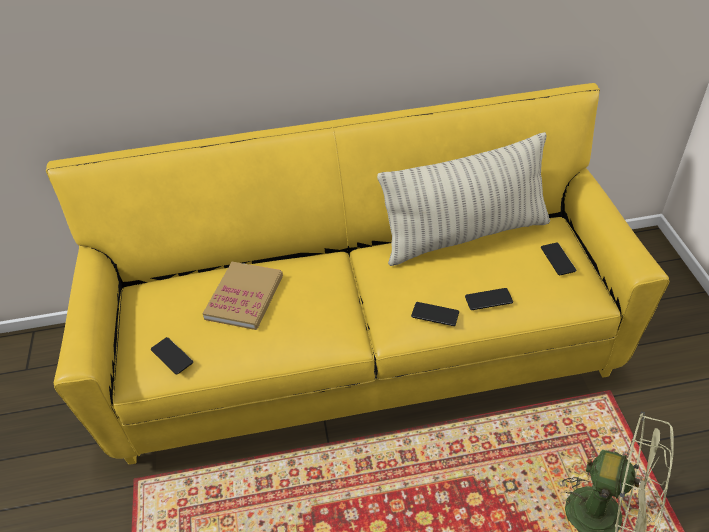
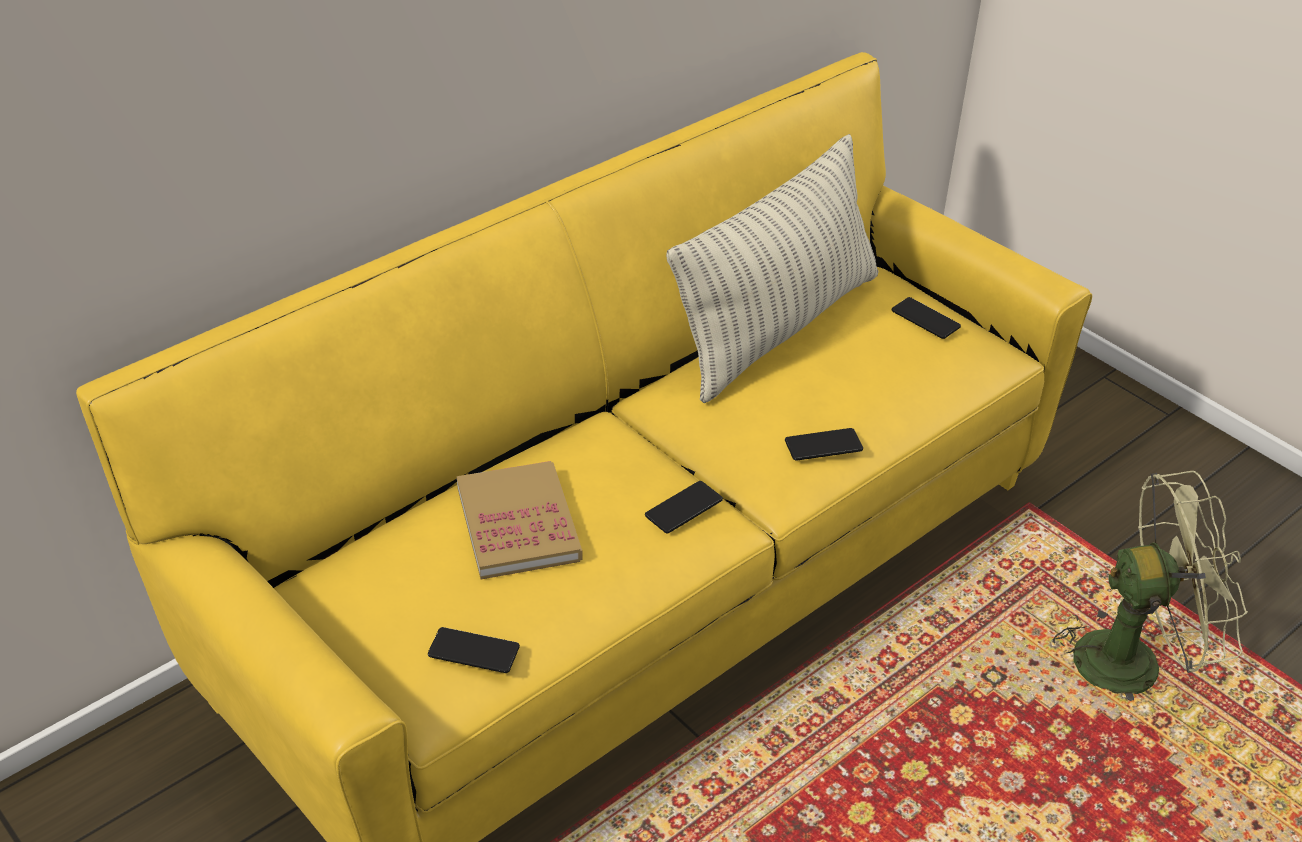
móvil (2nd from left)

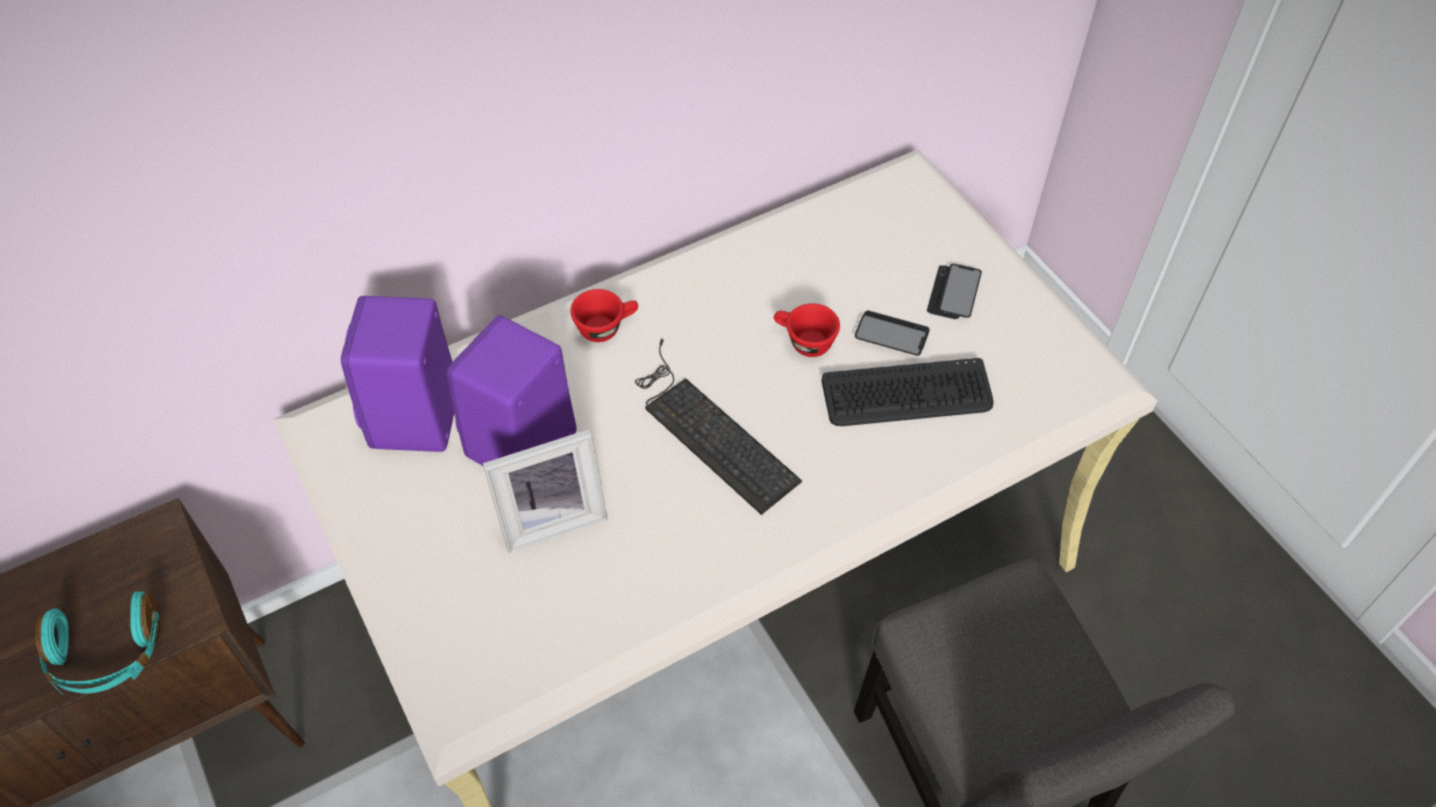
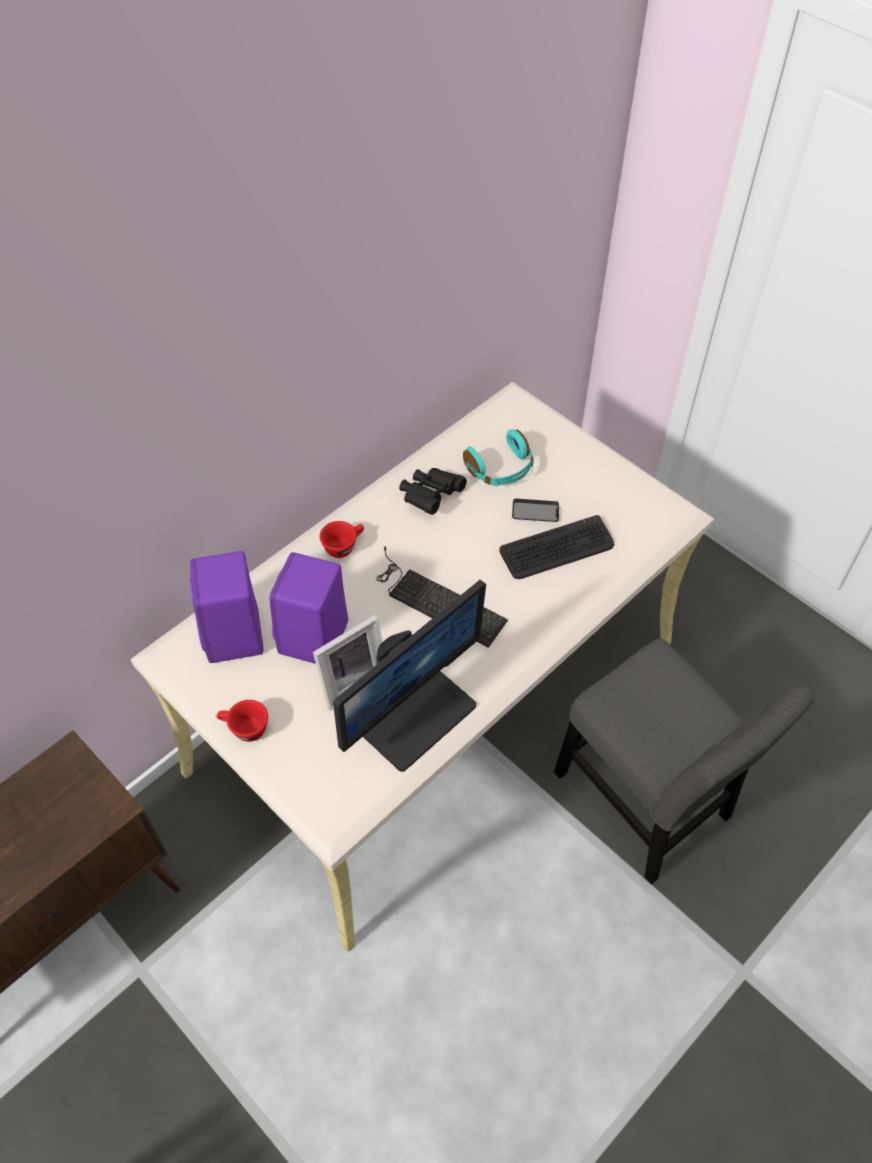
auriculares [turquesa]
taza [rojo] (1st from left)
móvil (2nd from left in the first image)
monitor
prismáticos [negro]

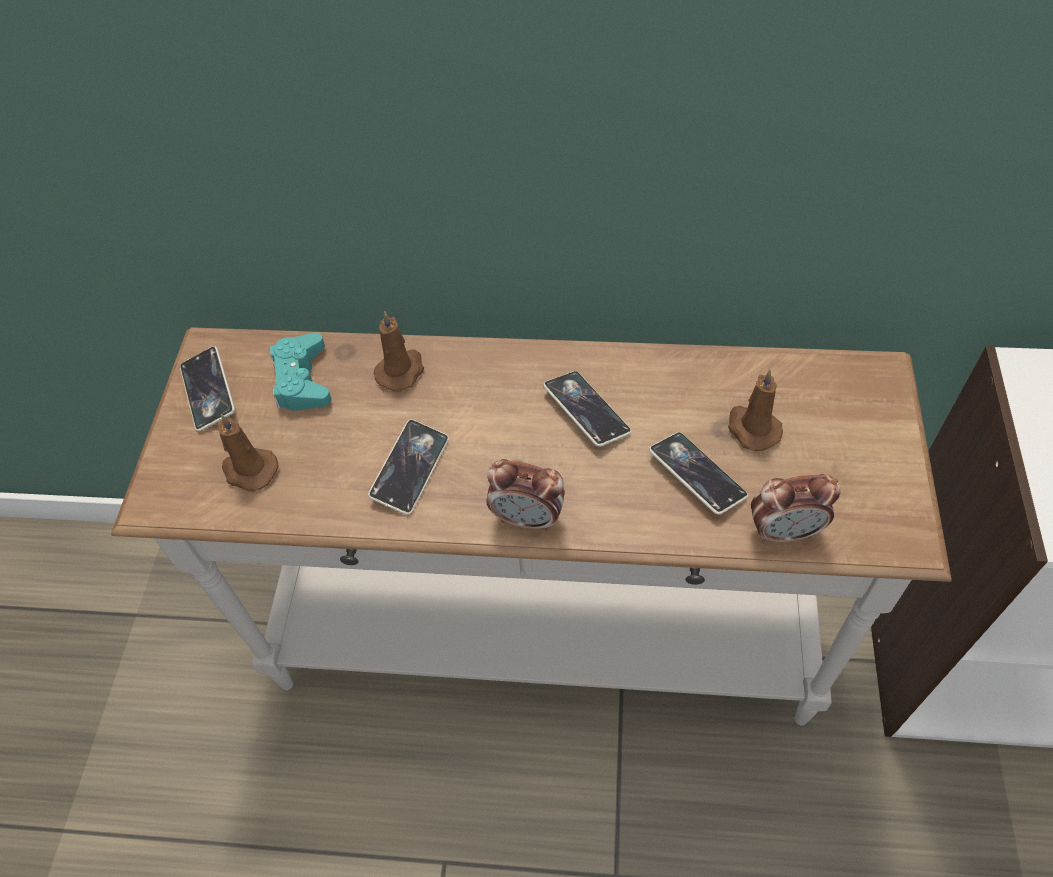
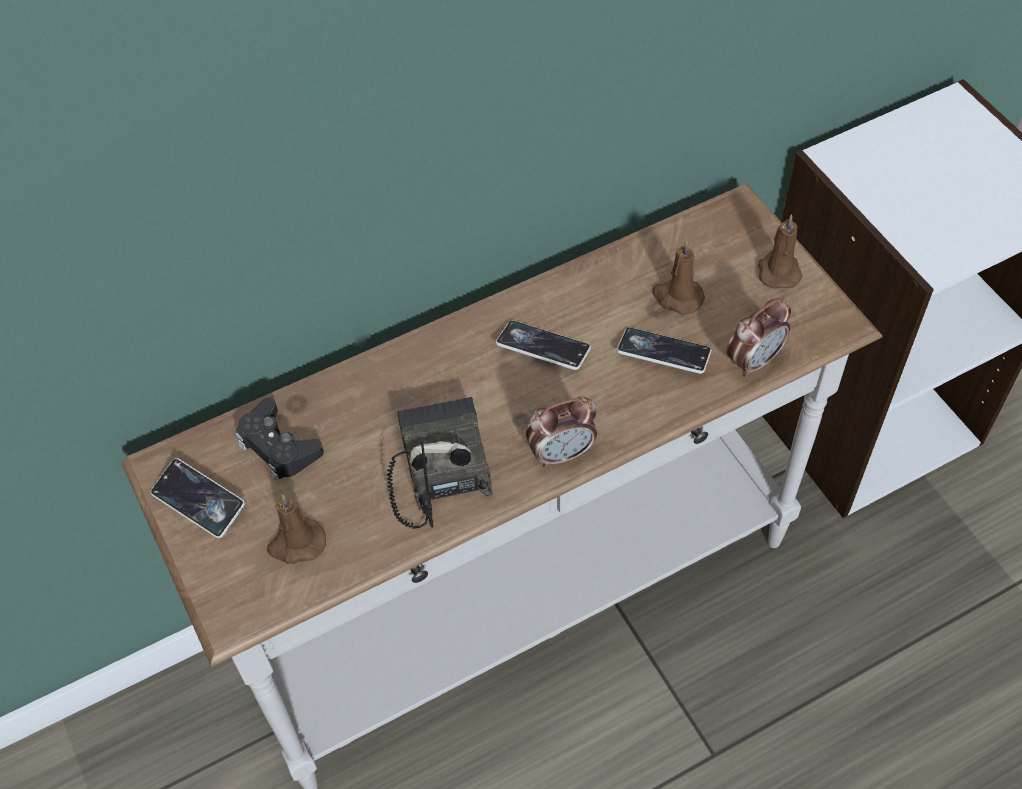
mando de consola [negro]
radio
vela [marrón] (3rd from left)

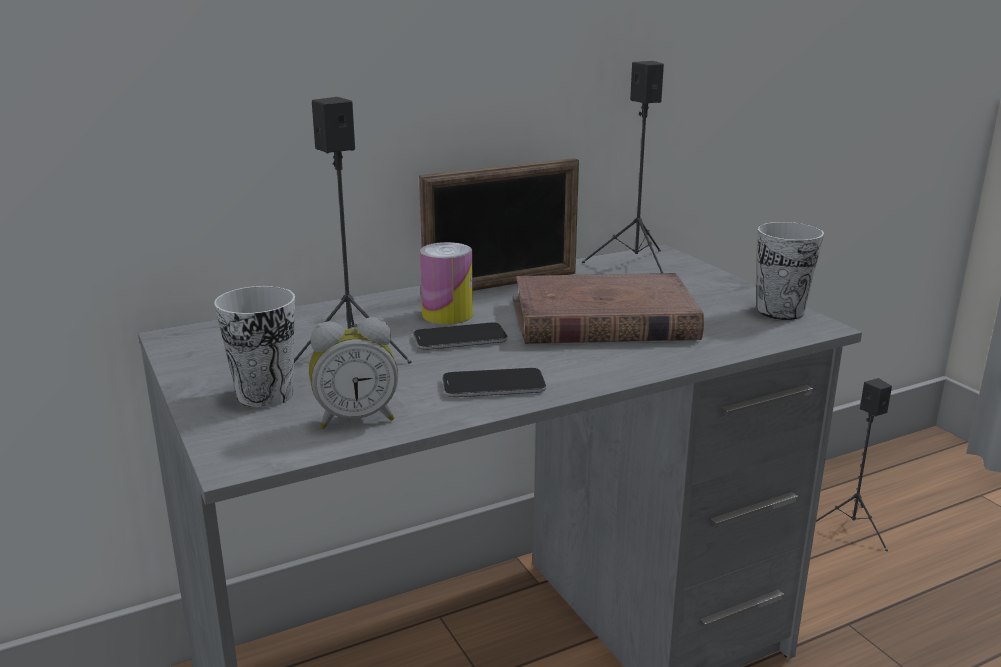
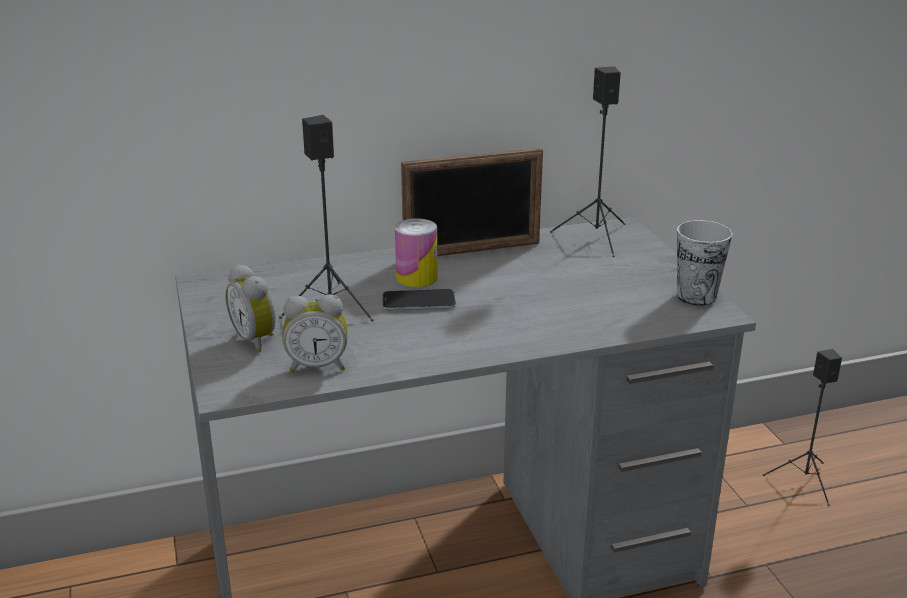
despertador (1st from left)
móvil (2nd from left in the first image)
libro [marrón]

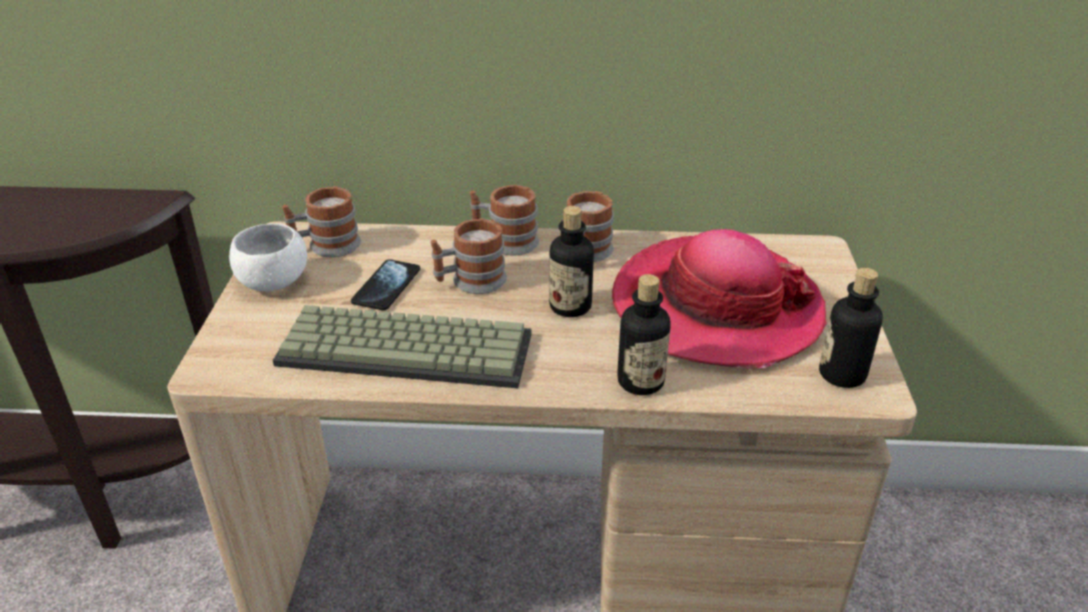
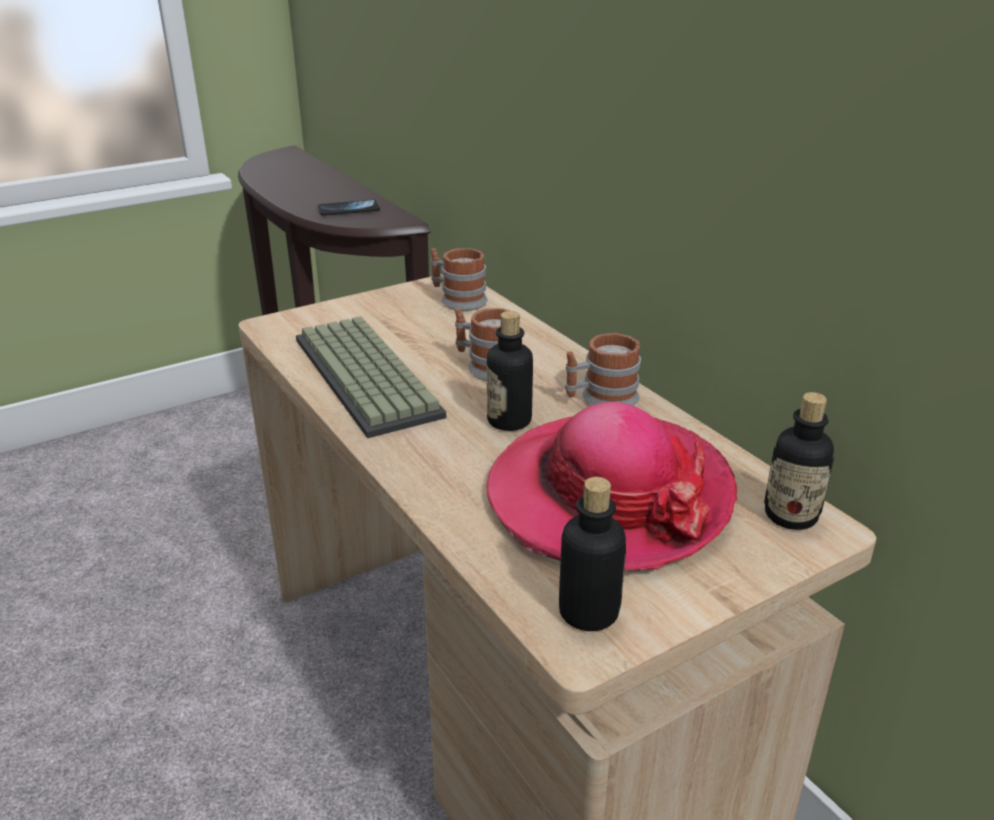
cuenco [blanco]
móvil
taza grande (3rd from left in the first image)
botella (3rd from left)

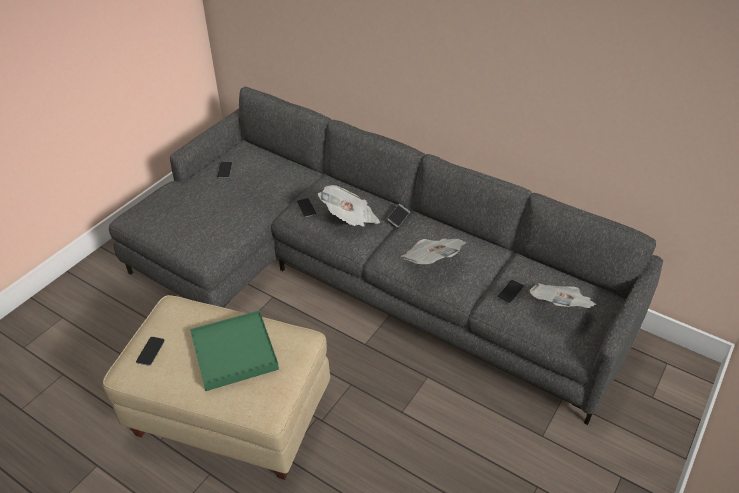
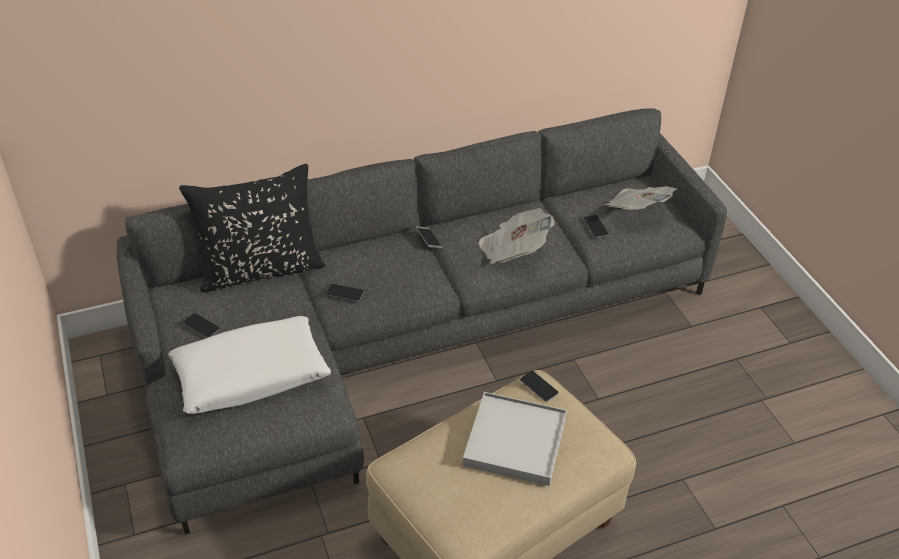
móvil (4th from left)
bandeja [blanco]
periódico (1st from left in the first image)
cojín [blanco]
cojín [negro]

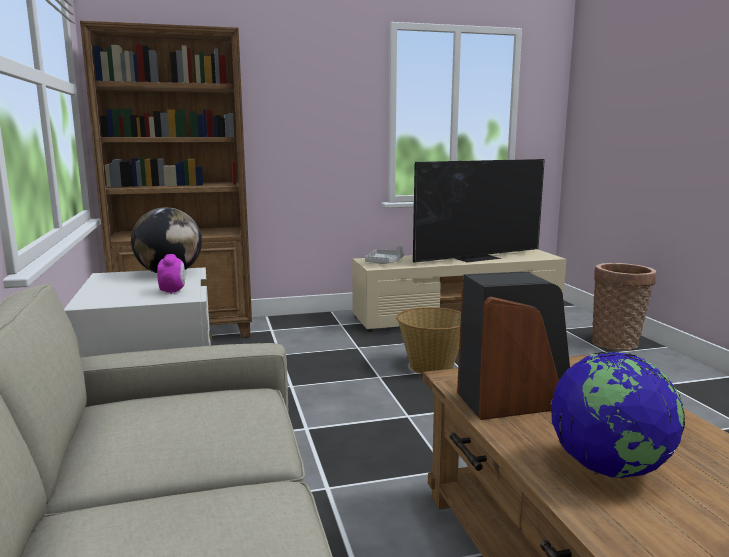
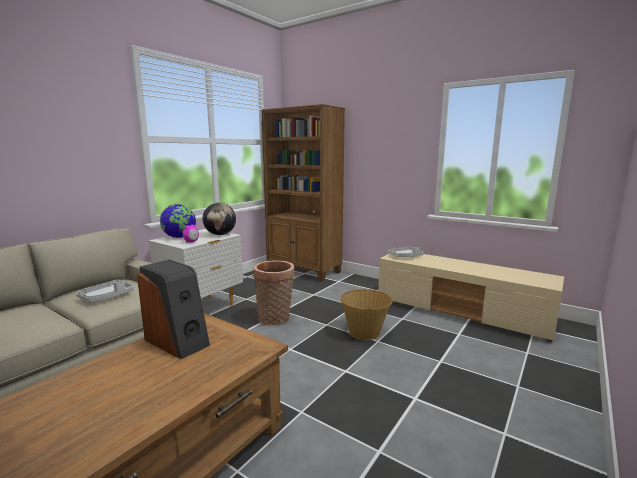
televisor
globo terráqueo (1st from left)
cesta (1st from left)
bandeja [gris] (1st from left)

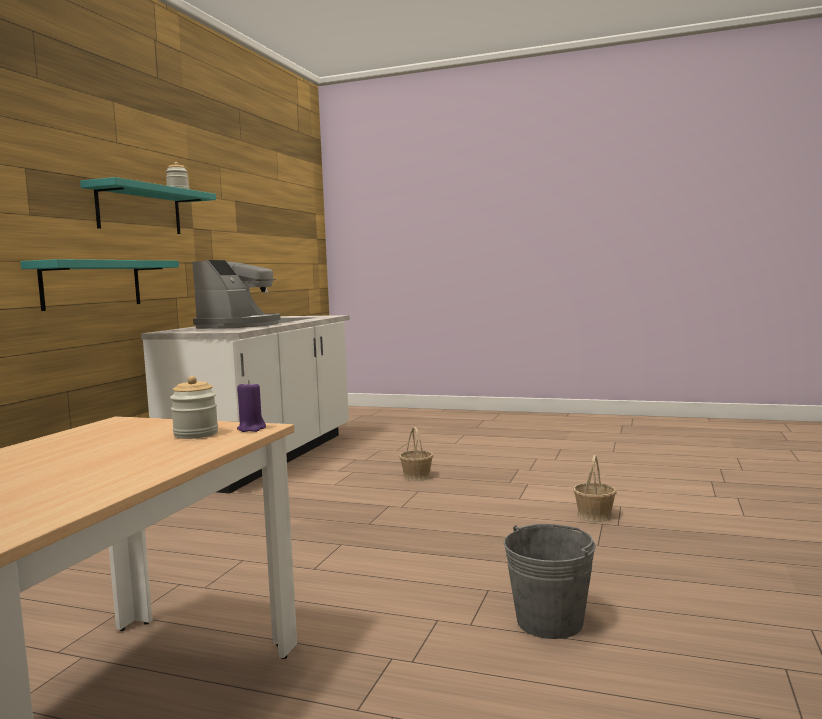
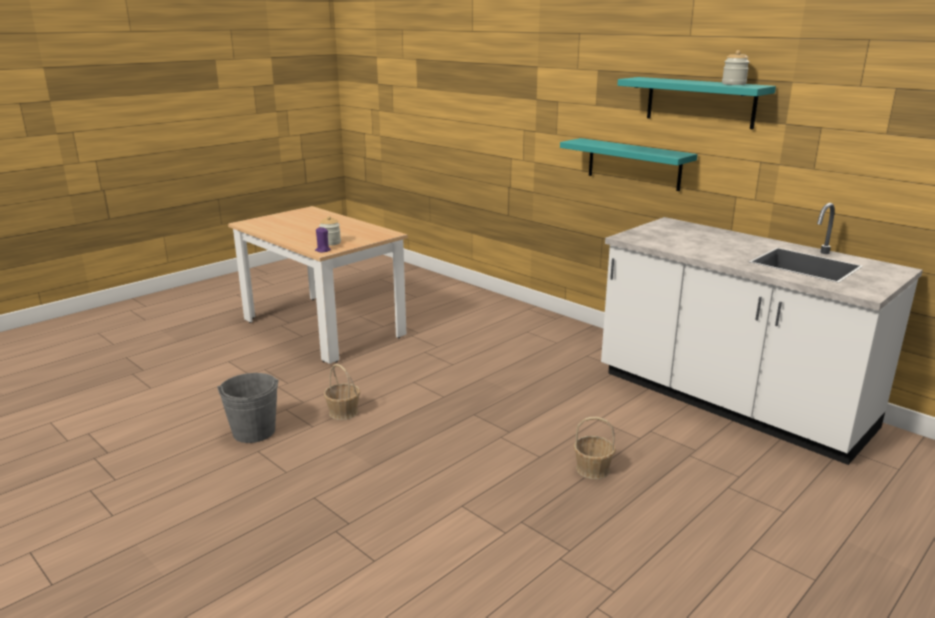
cafetera
cesta (1st from left)

